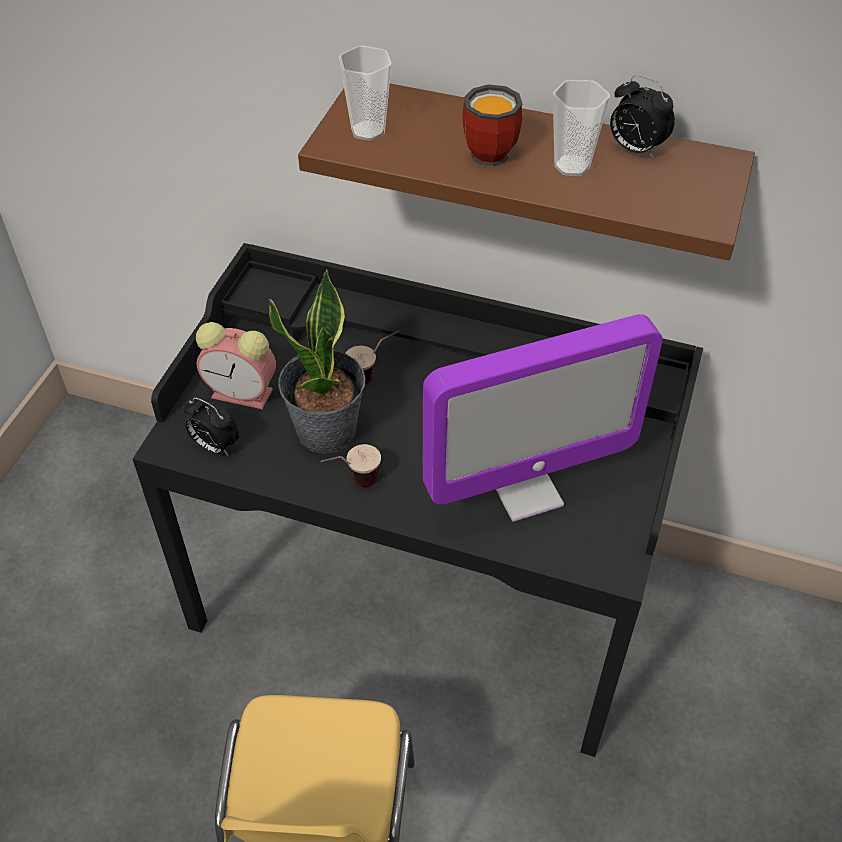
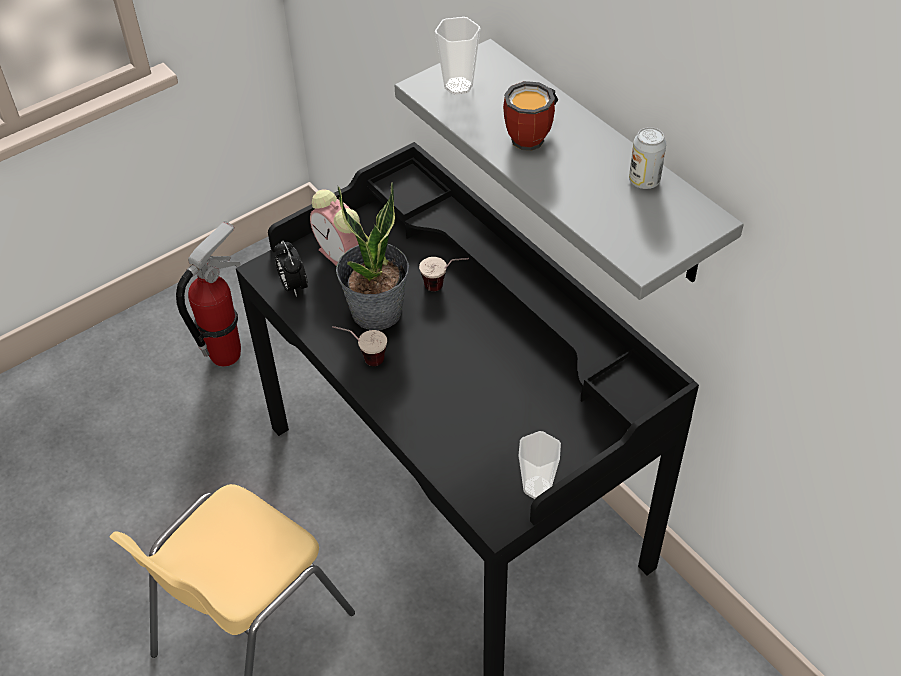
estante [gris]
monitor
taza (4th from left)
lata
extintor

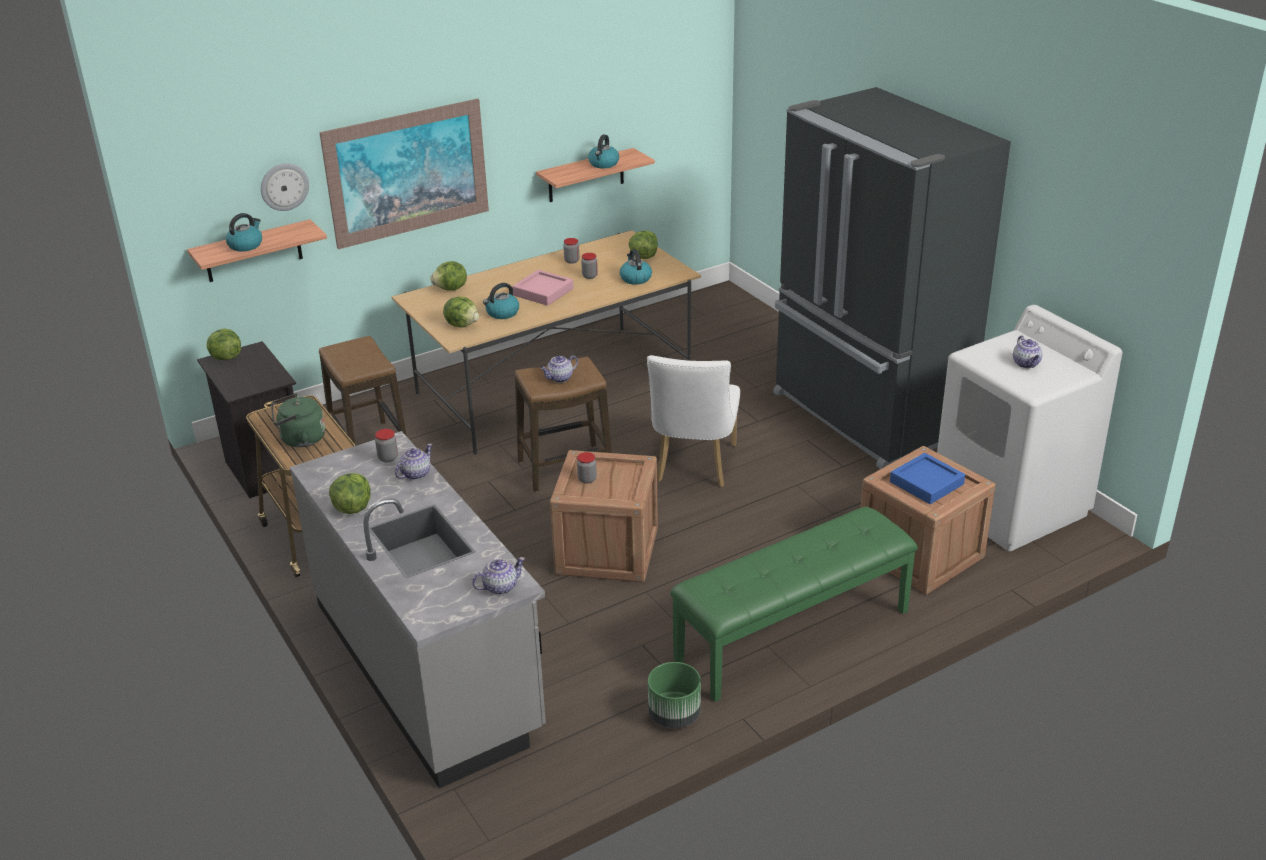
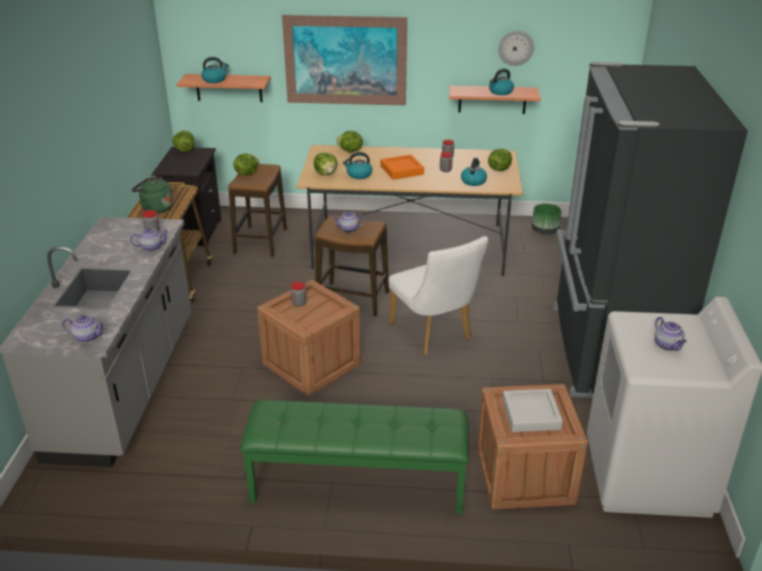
reloj de pared
lechuga (2nd from left)
bandeja [naranja]
silla [blanco]
maceta [verde]
bandeja [gris]
tetera (4th from left)

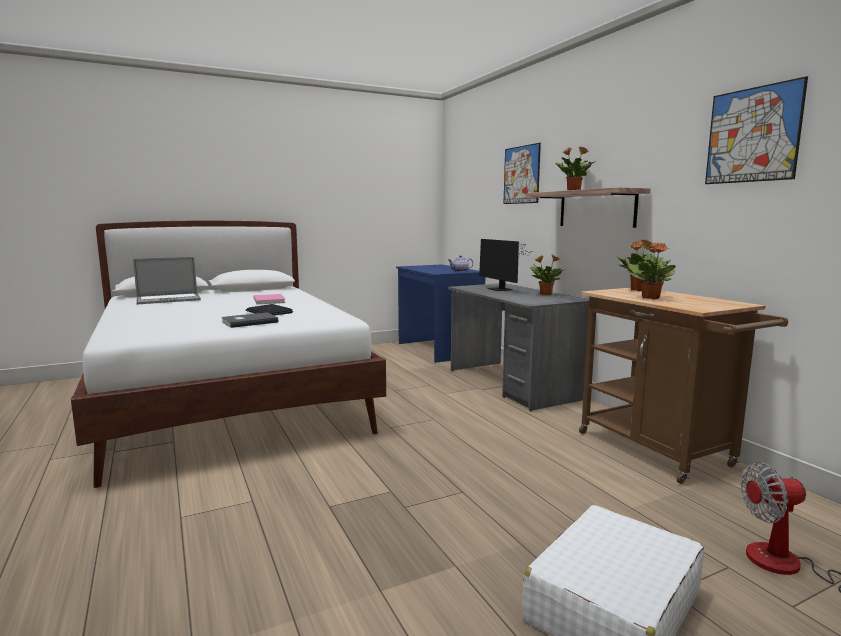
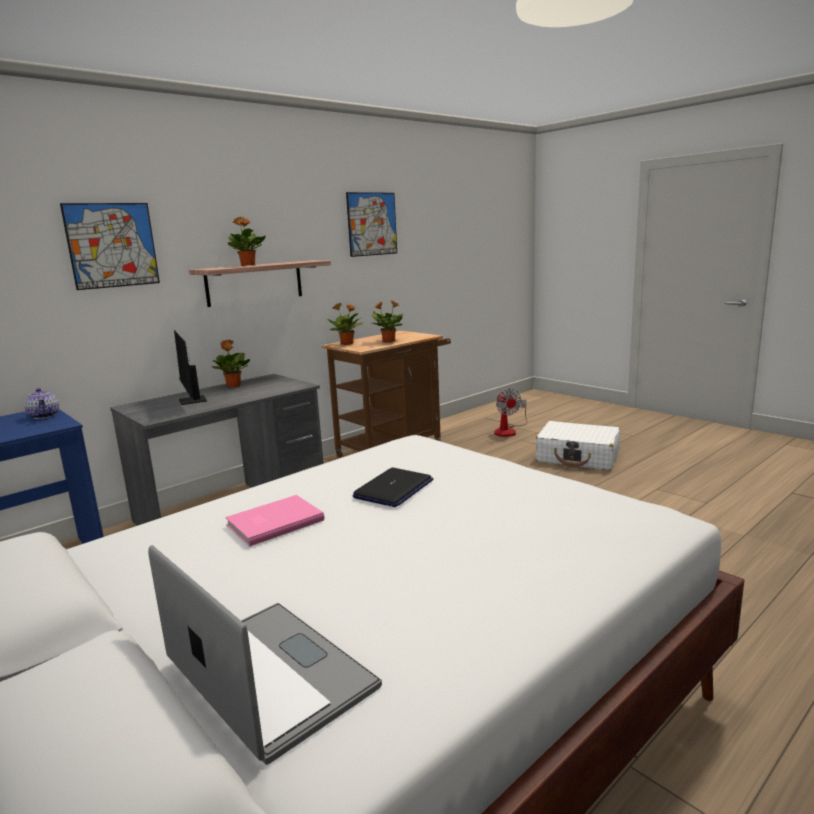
libro [gris]
monitor

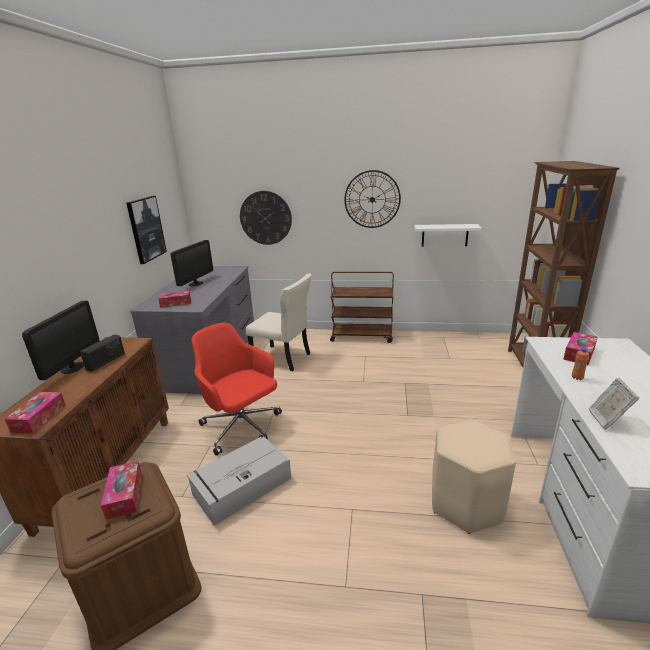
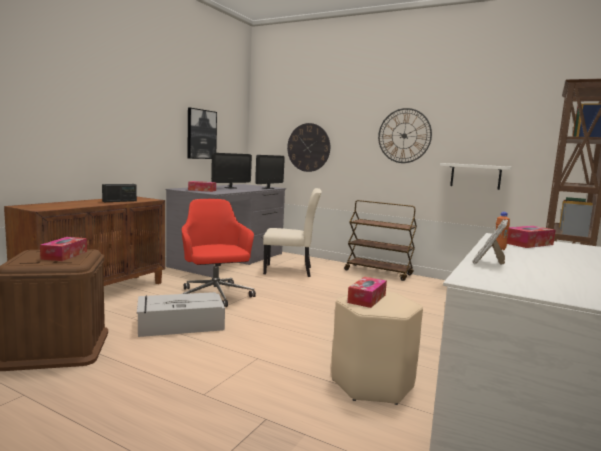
caja de pañuelos (3rd from left)
monitor (2nd from left)
silla [beis]

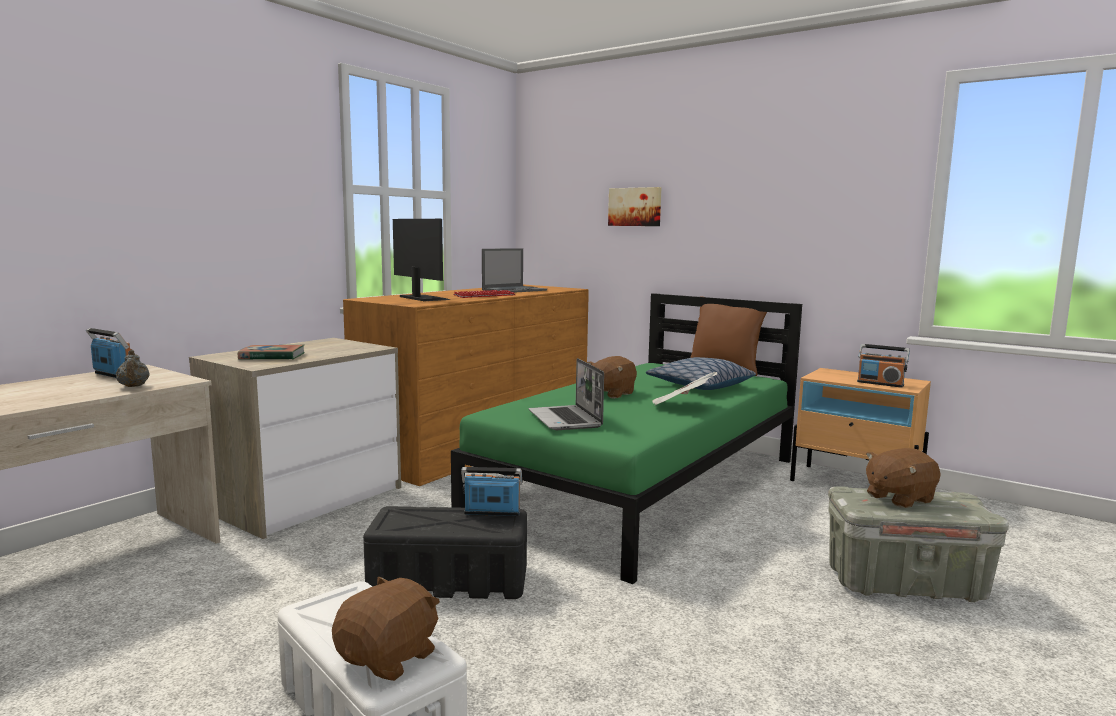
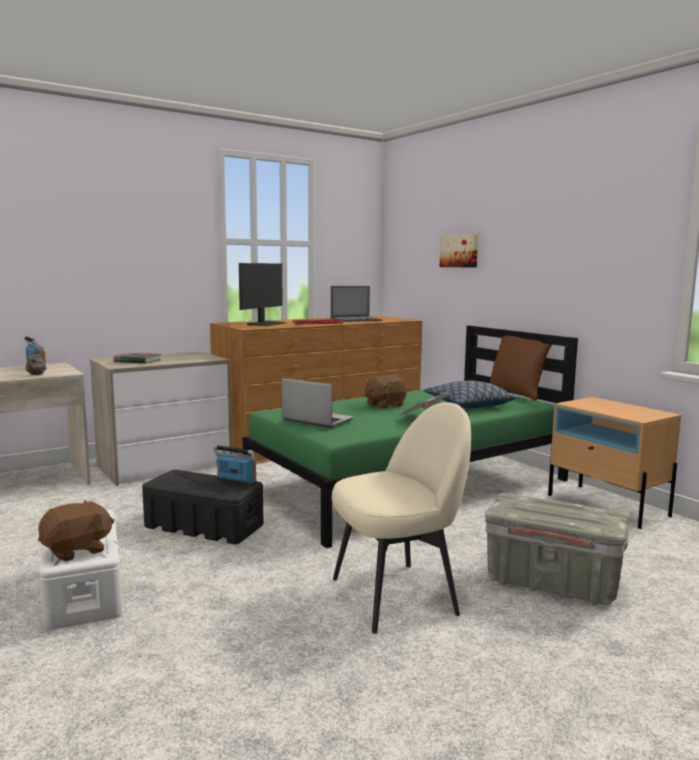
monitor
portátil (1st from left)
radio (3rd from left in the first image)
peluche [marrón] (3rd from left in the first image)
silla [beis]

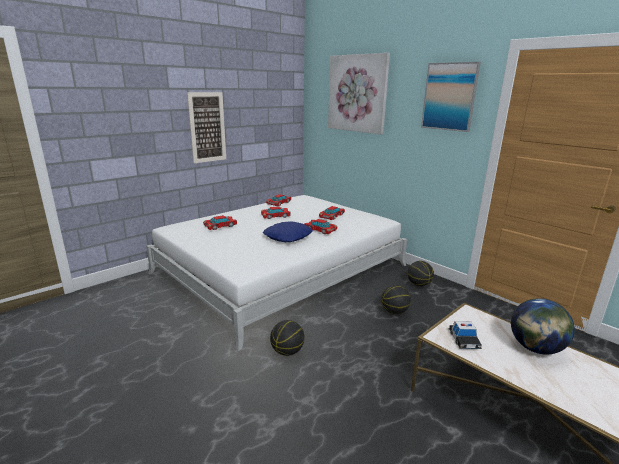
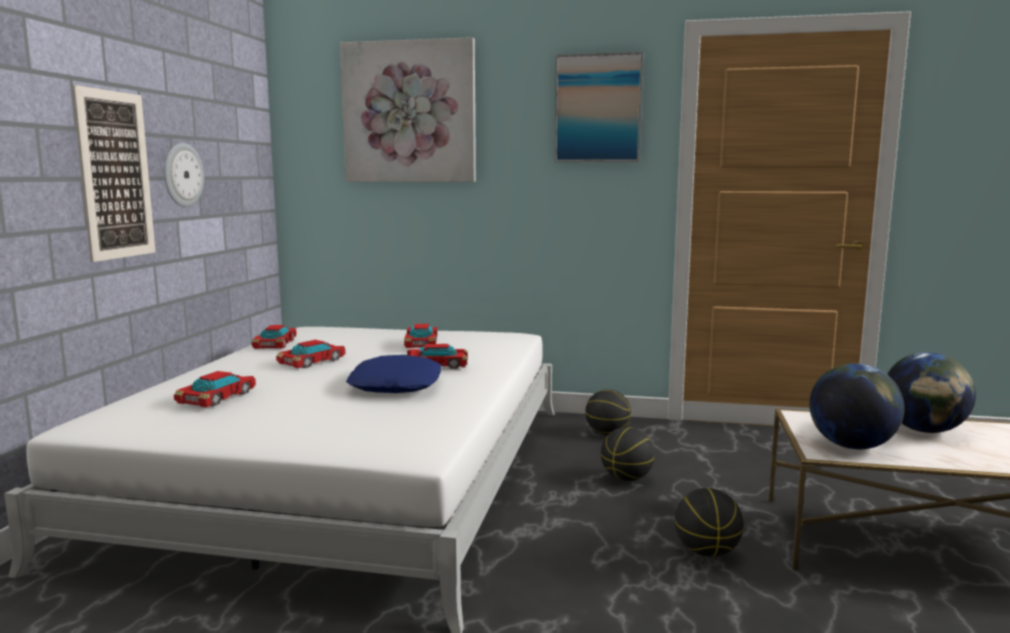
balón de baloncesto (3rd from left)
globo terráqueo (1st from left)
reloj de pared

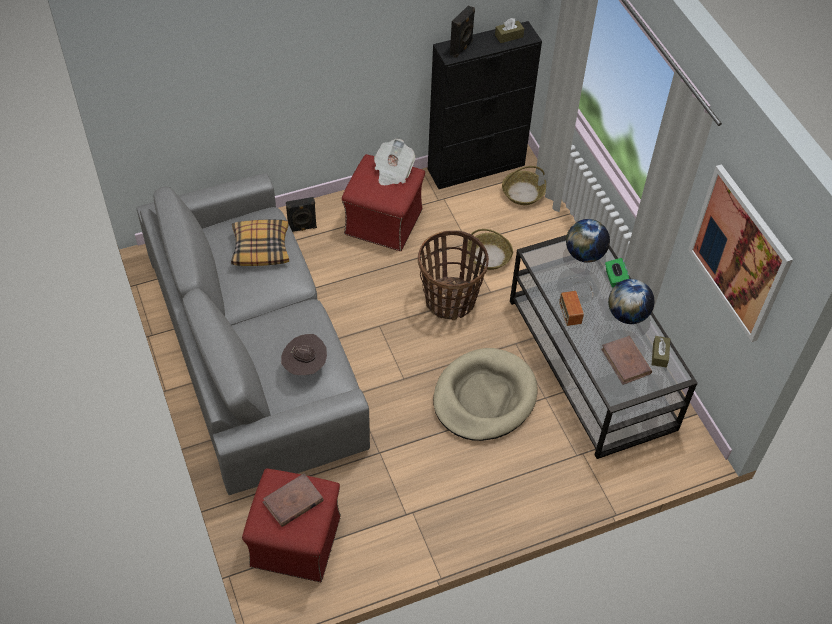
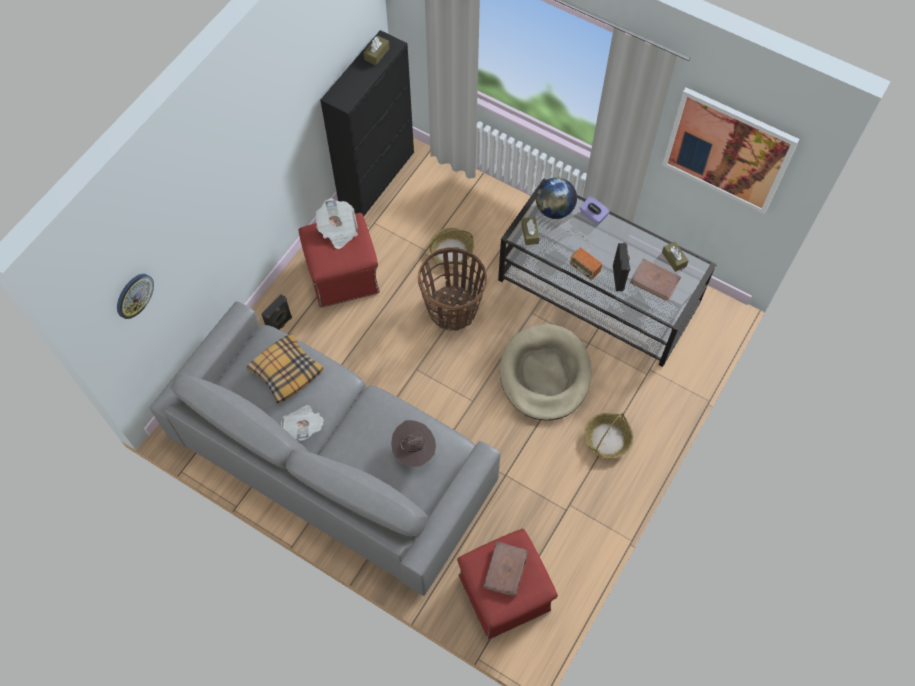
altavoz [negro] (2nd from left)
cesta (3rd from left)
caja de pañuelos [morado]
globo terráqueo (2nd from left in the first image)
reloj de pared
periódico (1st from left)
caja de pañuelos [marrón] (2nd from left)

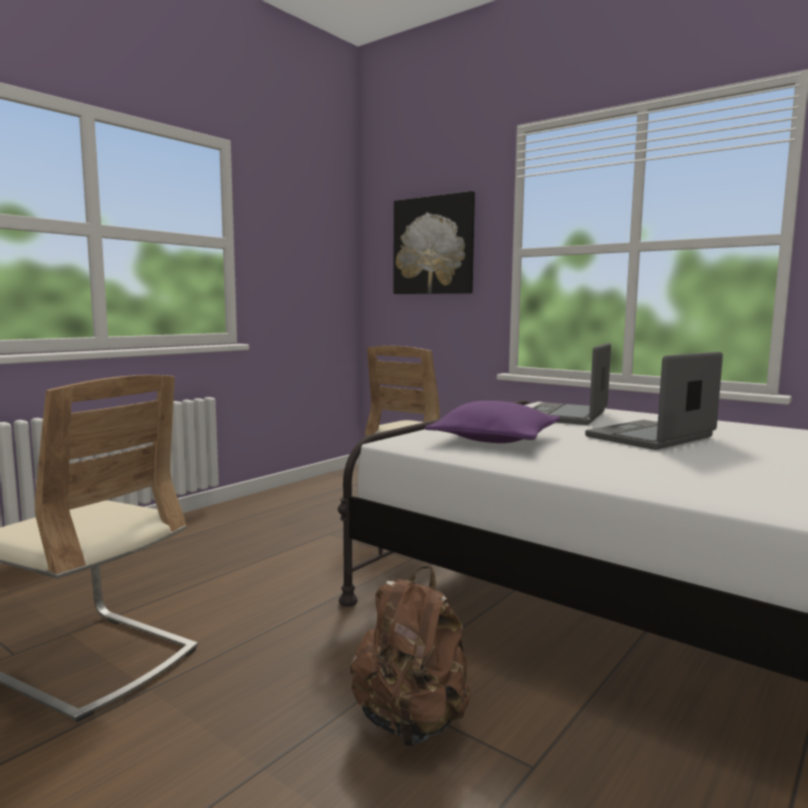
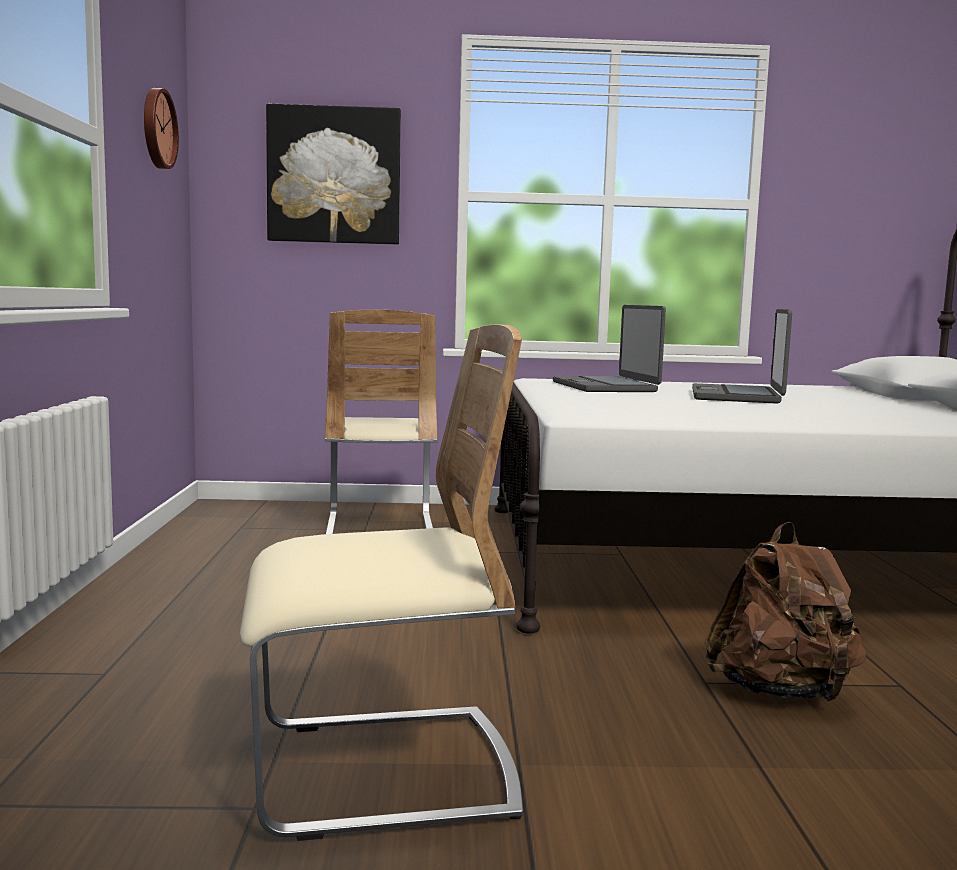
cojín [morado]
reloj de pared

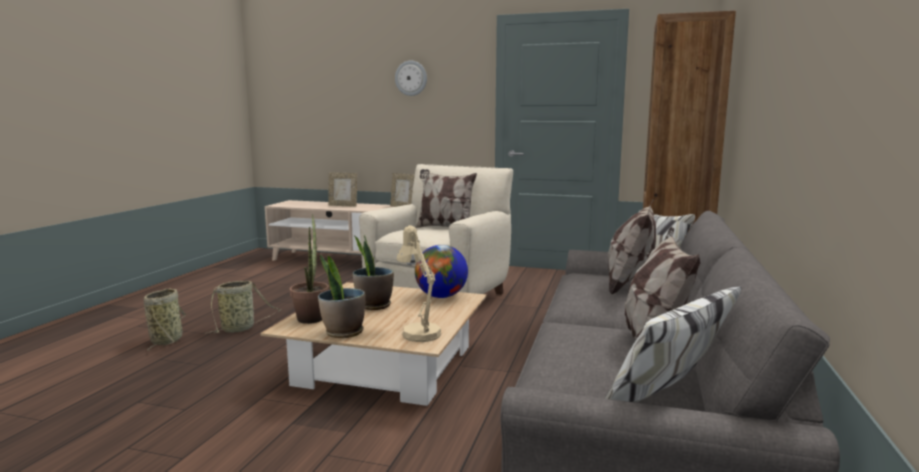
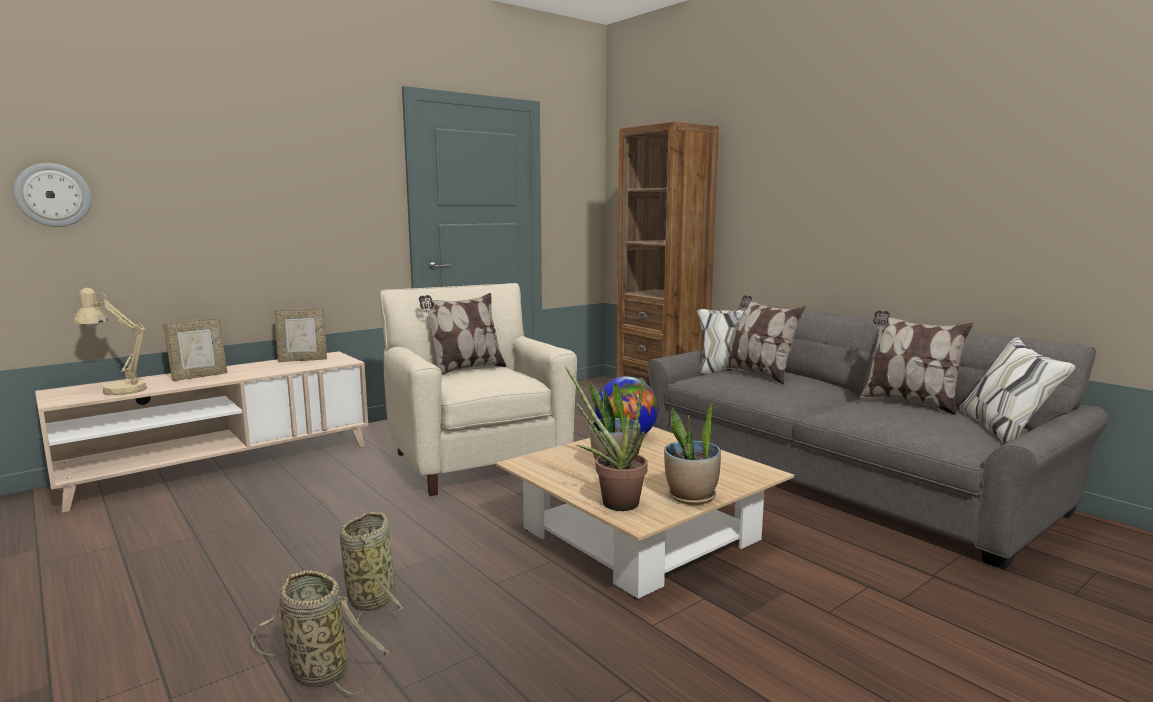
reloj de pared
lámpara de mesa [beis]

